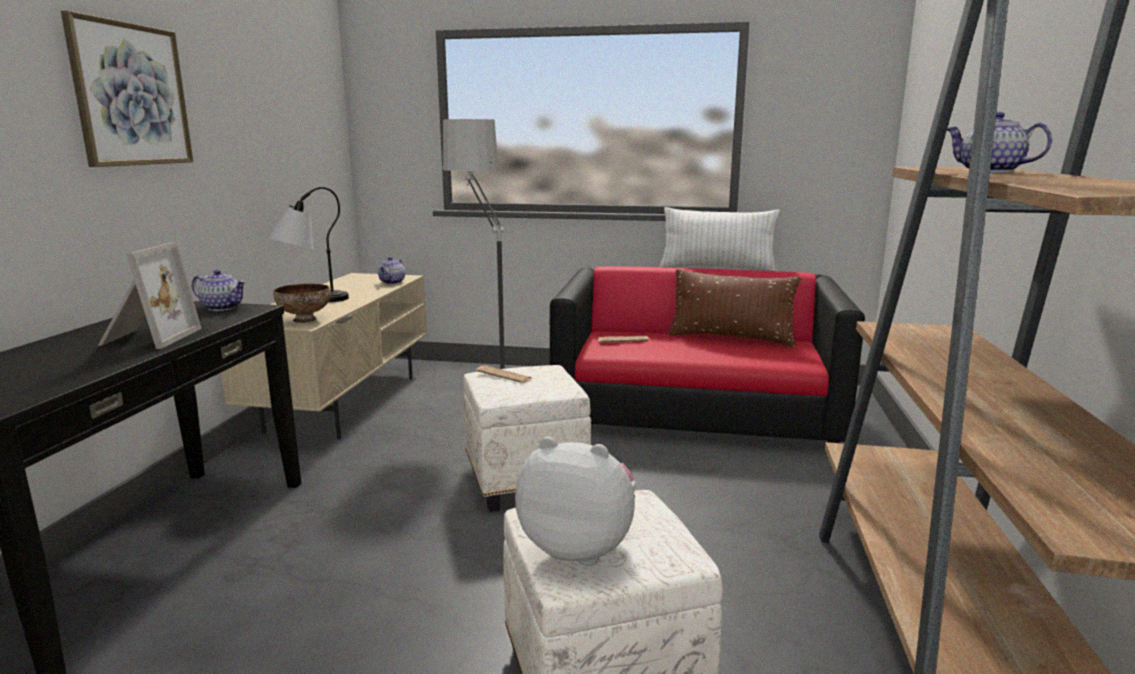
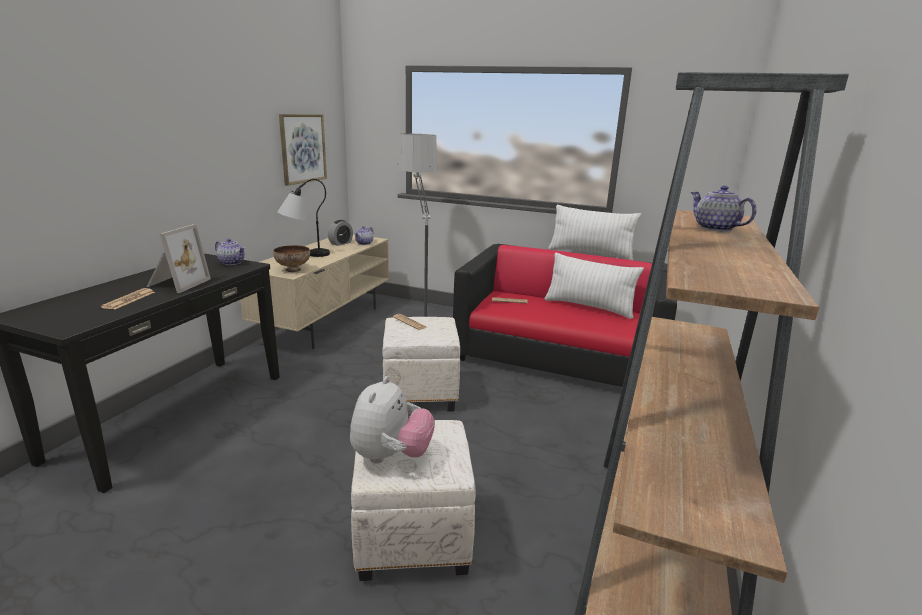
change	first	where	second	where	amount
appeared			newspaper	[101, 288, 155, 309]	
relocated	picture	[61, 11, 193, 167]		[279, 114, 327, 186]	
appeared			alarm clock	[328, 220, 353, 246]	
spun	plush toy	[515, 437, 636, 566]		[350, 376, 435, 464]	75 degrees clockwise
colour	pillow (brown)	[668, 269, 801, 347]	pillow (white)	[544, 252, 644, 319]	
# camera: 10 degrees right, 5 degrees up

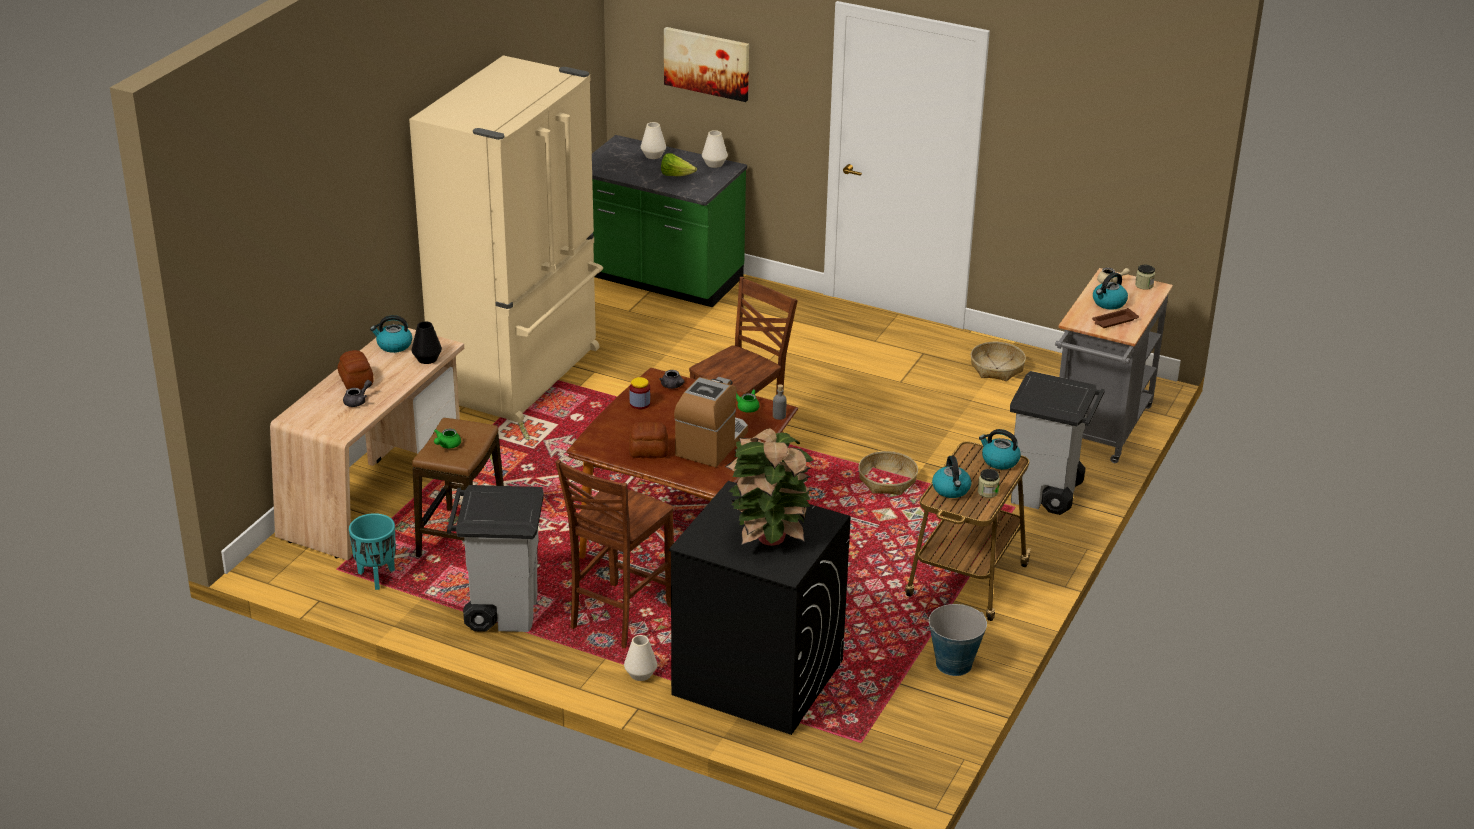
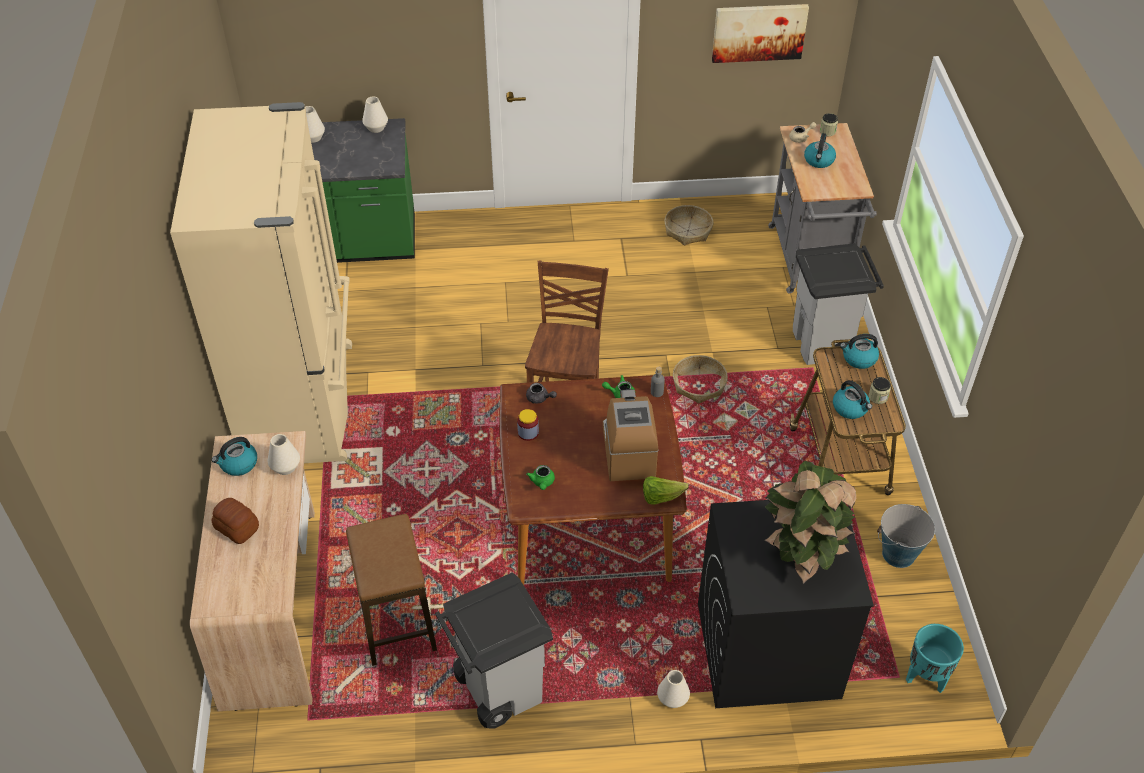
change	first	where	second	where	amount
colour	vase (black)	[412, 321, 442, 364]	vase (white)	[268, 434, 300, 475]	
relocated	teapot (green)	[434, 429, 461, 448]		[526, 465, 555, 490]	
relocated	lettuce	[661, 153, 697, 176]		[643, 476, 689, 505]	
relocated	picture	[664, 27, 749, 102]		[712, 4, 809, 63]	
relocated	planter (turquoise)	[349, 513, 396, 590]		[906, 624, 964, 693]	
missing	teapot (grey)	[343, 380, 372, 407]			
missing	chair (brown)	[555, 460, 674, 648]			
missing	bread	[629, 422, 668, 458]			
missing	tray (brown)	[1092, 308, 1139, 328]			
# camera: 30 degrees left, 15 degrees up

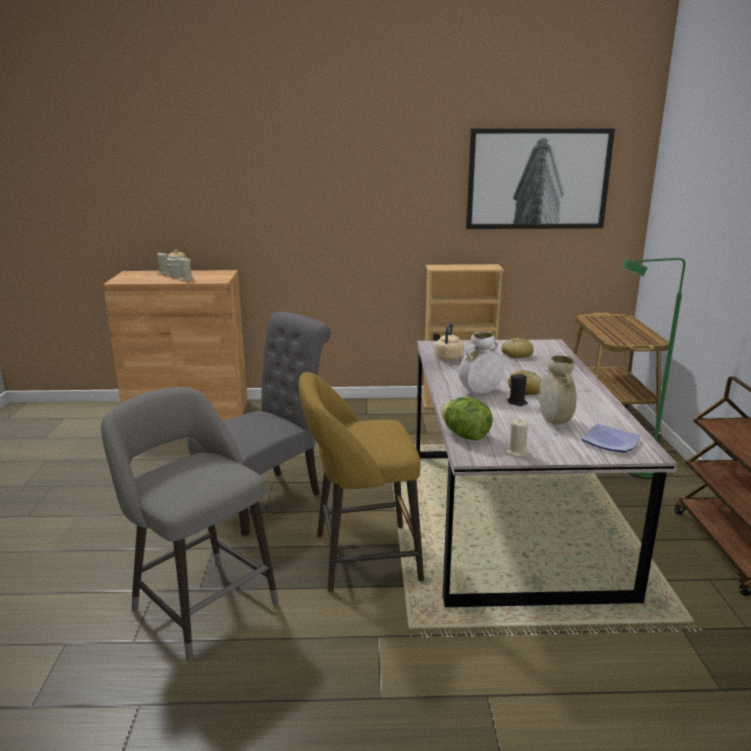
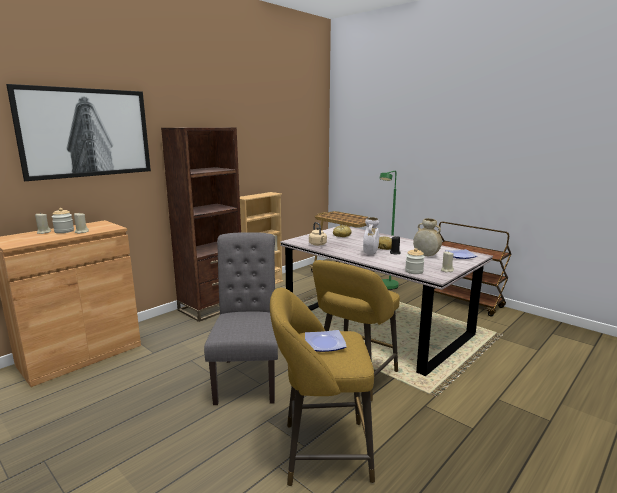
change	first	where	second	where	amount
relocated	picture	[466, 128, 615, 229]		[6, 84, 151, 181]	
appeared			bookcase (brown)	[161, 127, 241, 322]	
colour	stool (grey)	[101, 387, 279, 661]	stool (yellow)	[270, 287, 375, 486]	
appeared			plate	[305, 330, 347, 352]	
exchanged	lettuce	[441, 397, 493, 440]	jar	[405, 248, 425, 274]	
# camera: 45 degrees left, 5 degrees down

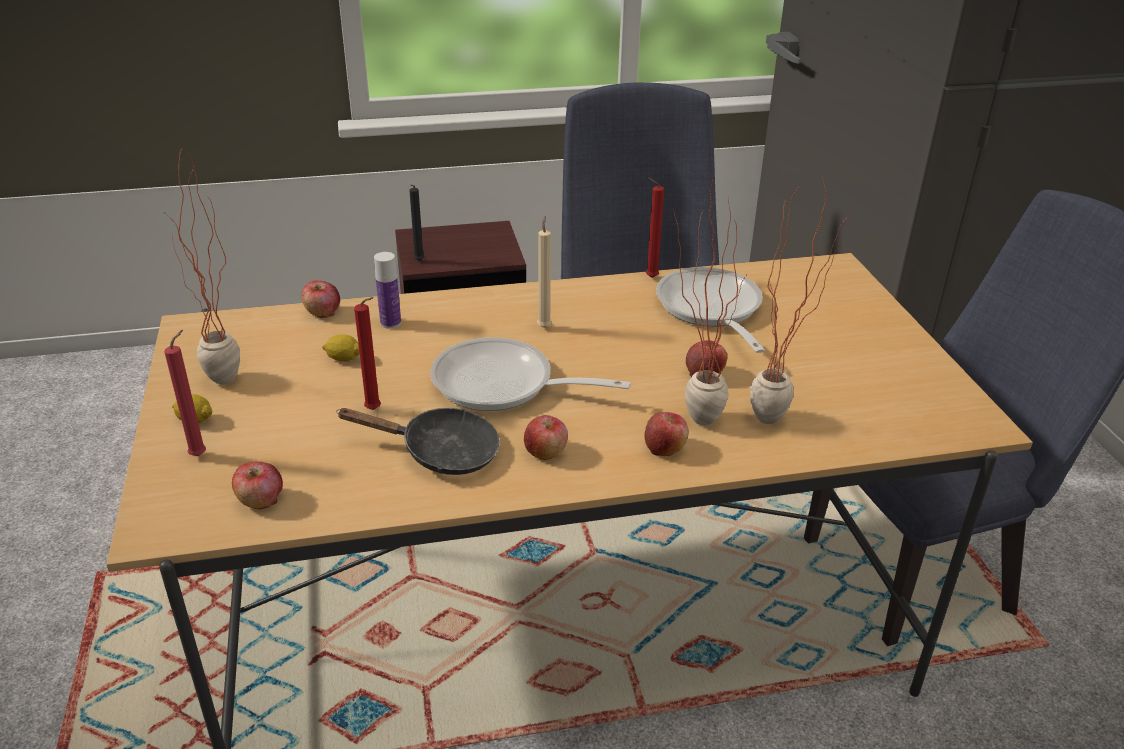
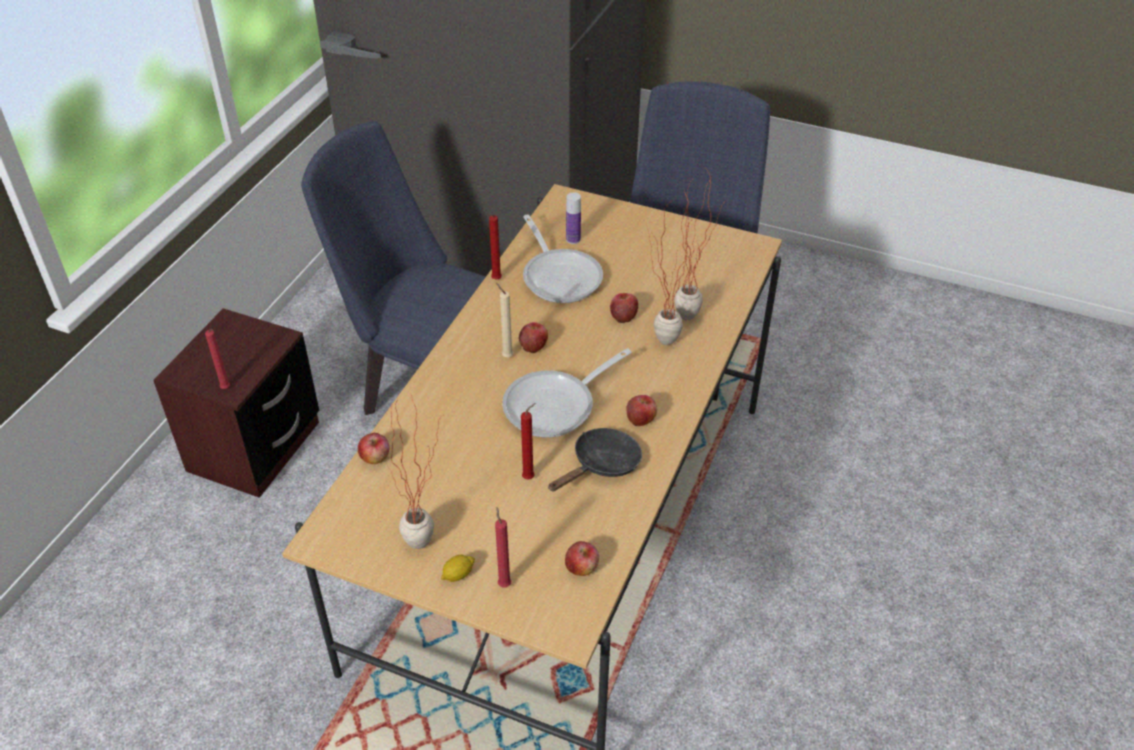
change	first	where	second	where	amount
colour	candle (black)	[409, 184, 424, 261]	candle (red)	[205, 329, 230, 389]	
relocated	apple	[645, 412, 689, 456]		[519, 322, 548, 353]	
spun	frying pan	[656, 267, 765, 353]		[523, 215, 603, 303]	135 degrees counterclockwise
relocated	bottle	[374, 252, 401, 329]		[566, 192, 581, 244]	
missing	lemon	[322, 335, 360, 362]			
# camera: 55 degrees left, 10 degrees up

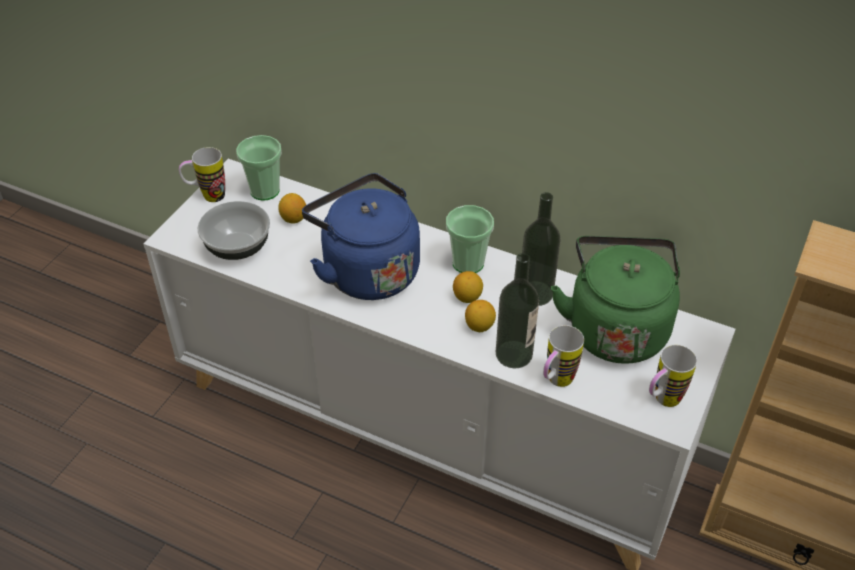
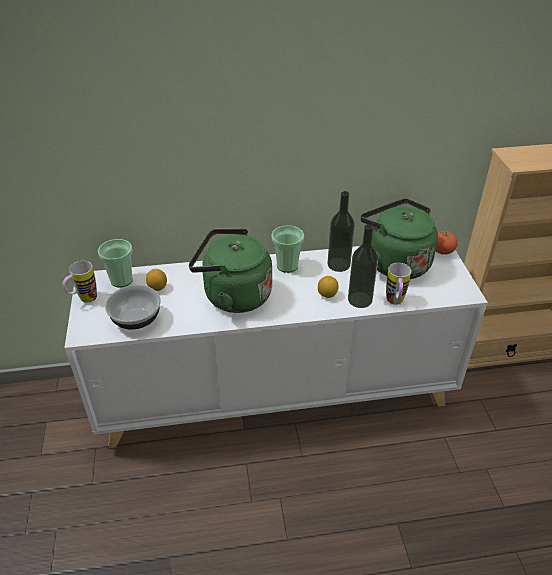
change	first	where	second	where	amount
colour	kettle (blue)	[302, 173, 420, 300]	kettle (green)	[189, 229, 272, 313]	
appeared			tomato	[436, 230, 458, 255]	
missing	lemon	[453, 271, 483, 303]			
missing	mug	[649, 345, 697, 407]			
# camera: 35 degrees left, 5 degrees down

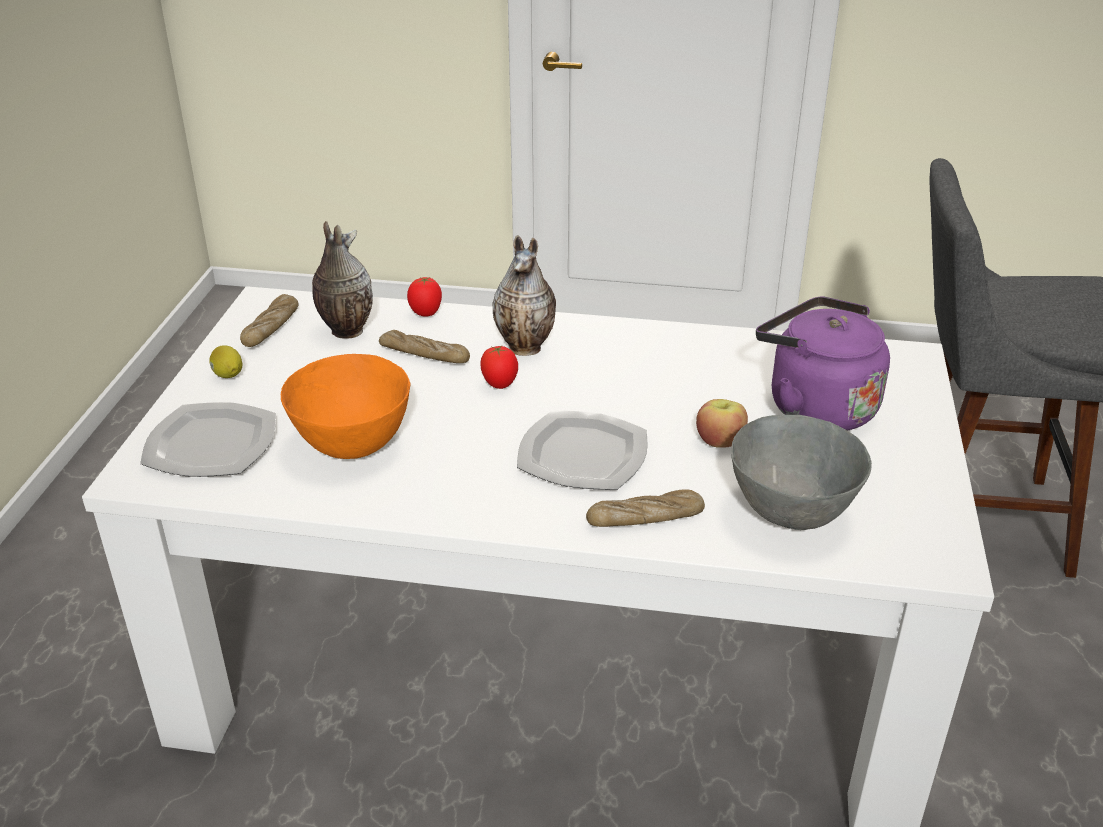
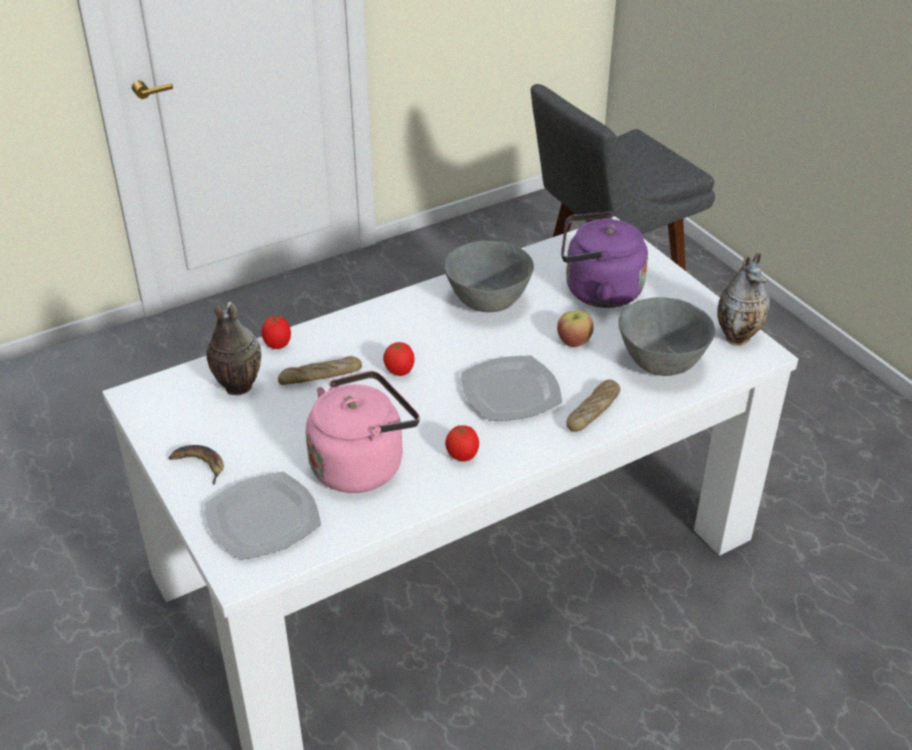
change	first	where	second	where	amount
exchanged	lemon	[210, 345, 242, 378]	banana	[169, 445, 224, 485]	
exchanged	bowl (orange)	[281, 354, 411, 459]	kettle (pink)	[306, 371, 420, 493]	
appeared			bowl (grey)	[445, 240, 534, 312]	
appeared			tomato	[445, 425, 479, 462]	
relocated	vase	[492, 235, 556, 356]		[717, 252, 770, 346]	
missing	bread	[240, 294, 299, 347]			
# camera: 40 degrees left, 5 degrees up

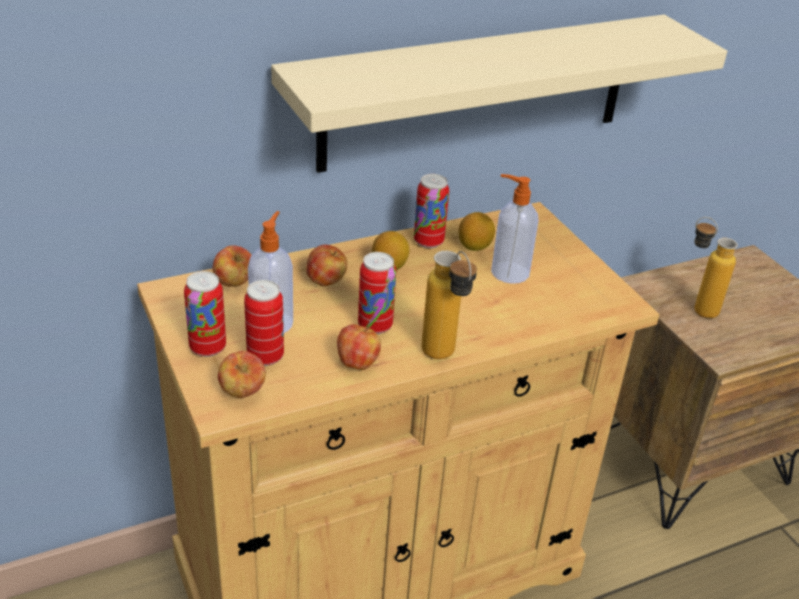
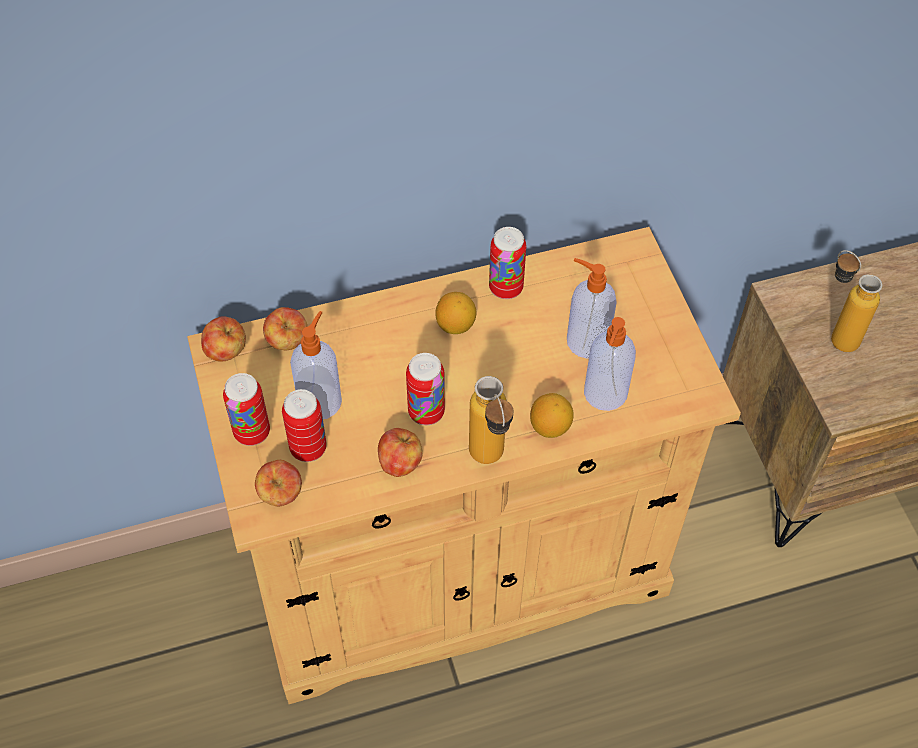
change	first	where	second	where	amount
relocated	apple	[306, 244, 347, 286]		[201, 316, 246, 362]	
relocated	lemon	[459, 212, 495, 251]		[530, 393, 574, 438]	
appeared			soap dispenser	[584, 317, 636, 411]	
missing	shelf (beige)	[271, 15, 727, 173]			
# camera: 10 degrees right, 20 degrees up

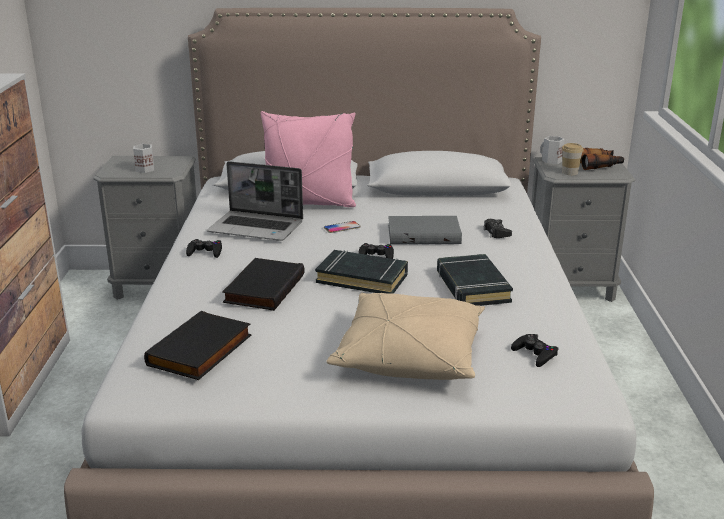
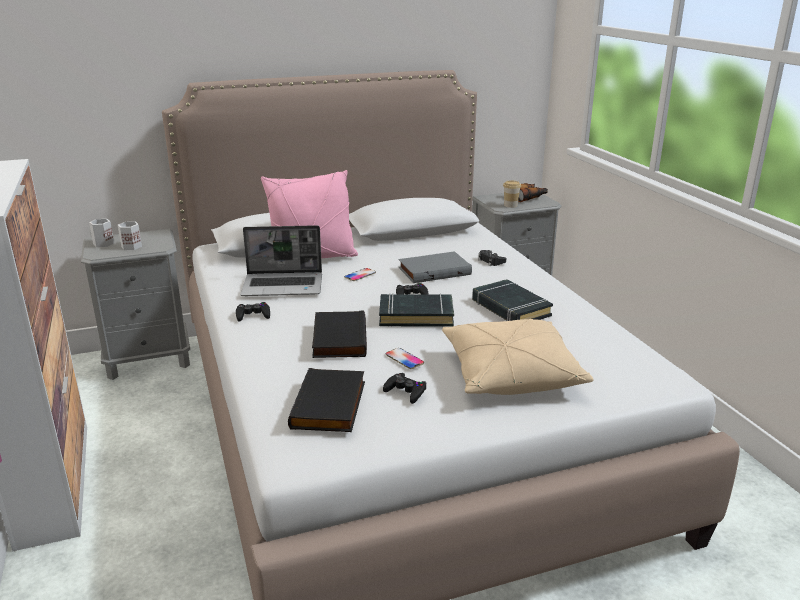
change	first	where	second	where	amount
relocated	mug (white)	[540, 136, 565, 164]		[89, 219, 114, 247]	
relocated	game controller (black)	[511, 334, 558, 367]		[383, 373, 427, 404]	
appeared			phone	[386, 348, 424, 369]	
# camera: 20 degrees left, 0 degrees up

